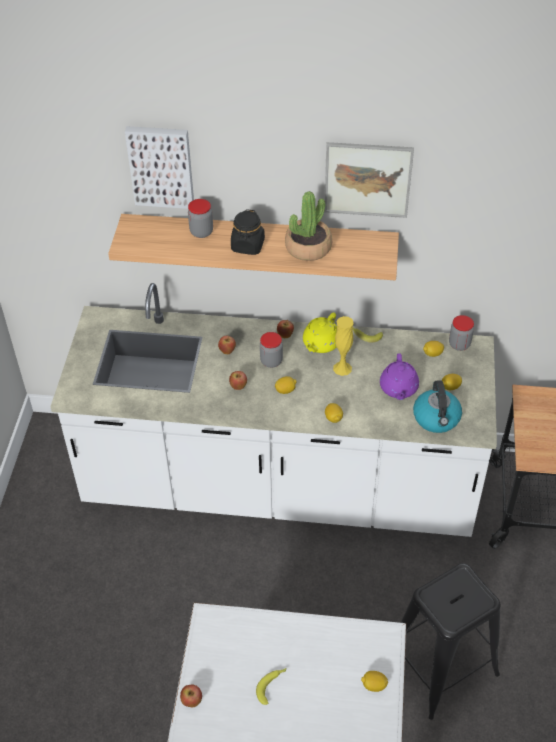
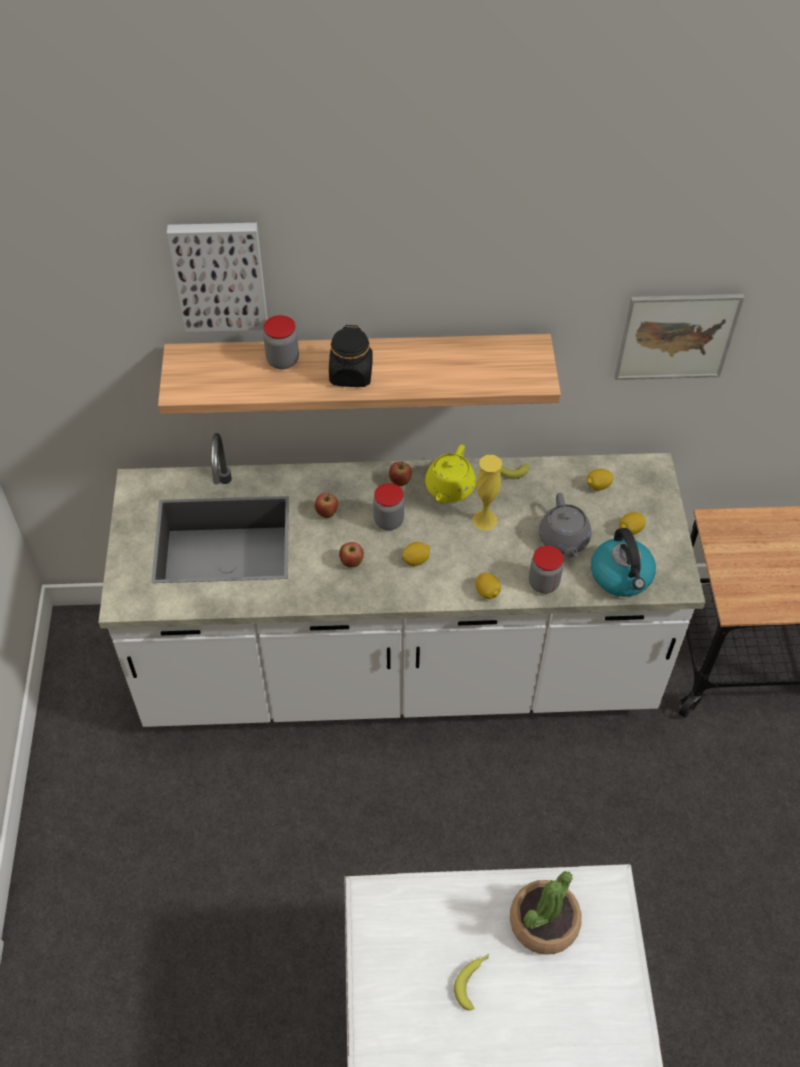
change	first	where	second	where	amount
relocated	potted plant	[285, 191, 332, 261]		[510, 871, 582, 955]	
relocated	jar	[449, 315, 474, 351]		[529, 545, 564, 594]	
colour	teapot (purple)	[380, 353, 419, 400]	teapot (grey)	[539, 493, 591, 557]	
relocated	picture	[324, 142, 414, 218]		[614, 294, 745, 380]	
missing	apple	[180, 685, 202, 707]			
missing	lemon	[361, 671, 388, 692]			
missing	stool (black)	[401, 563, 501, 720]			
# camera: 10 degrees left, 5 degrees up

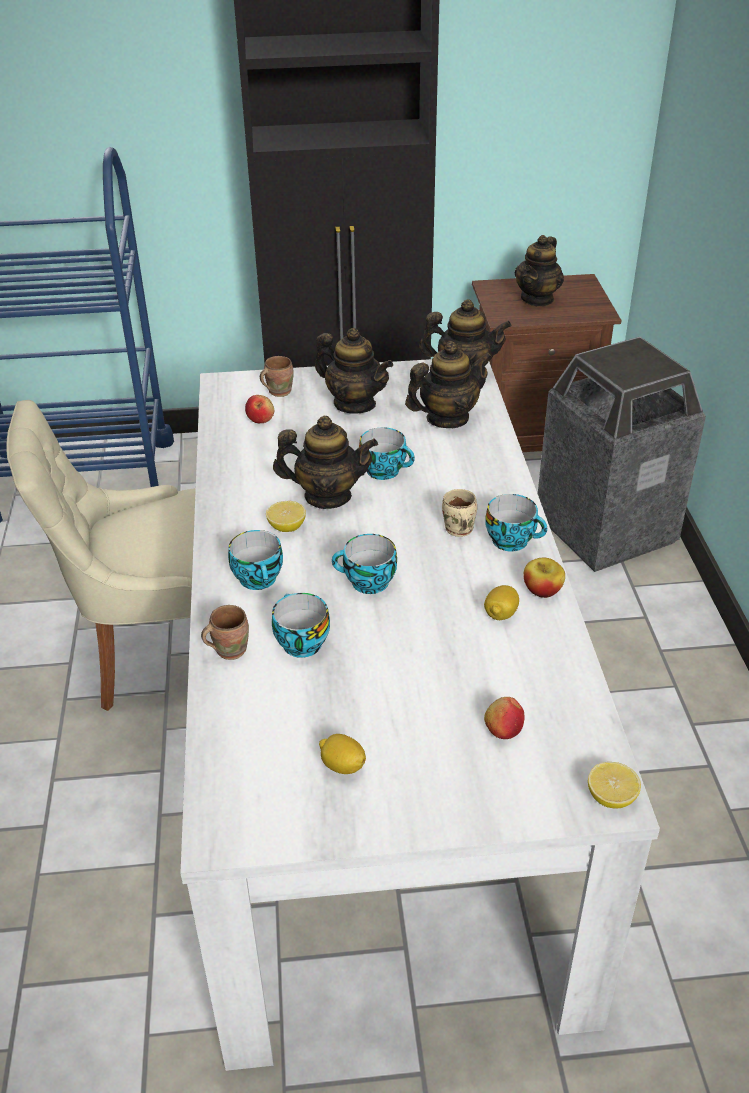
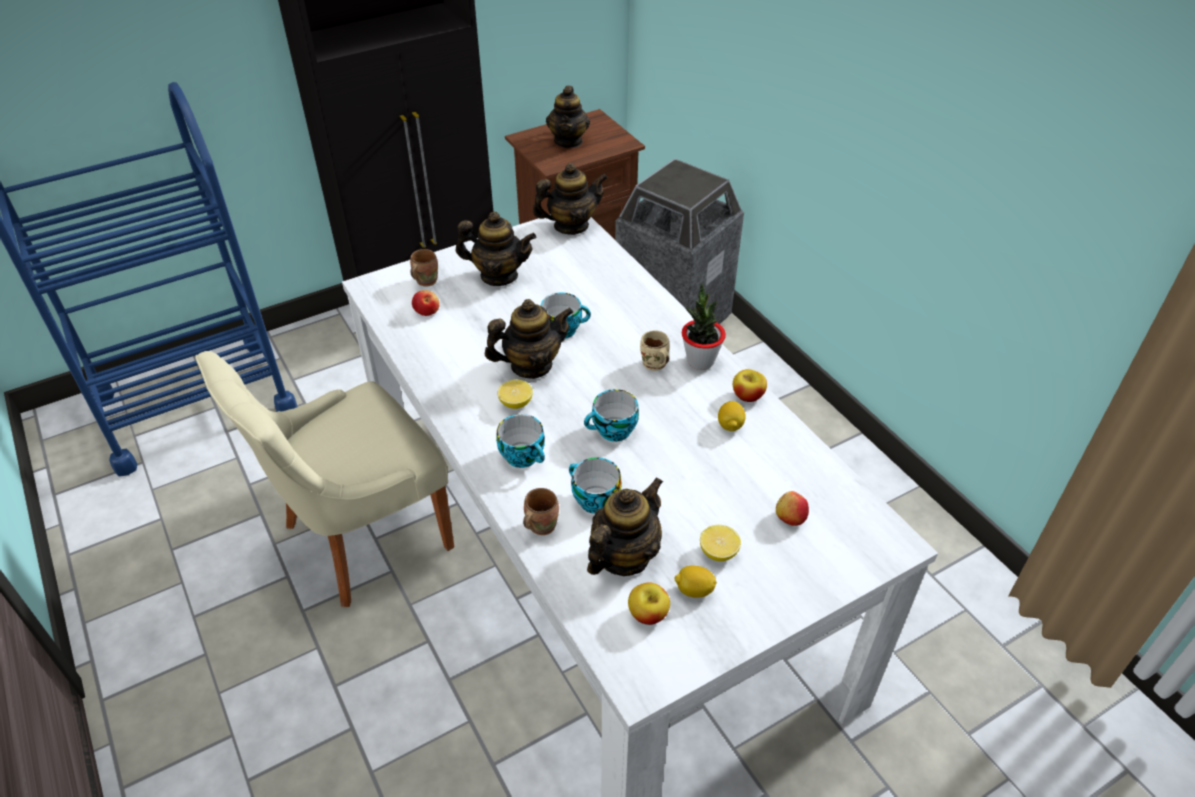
change	first	where	second	where	amount
relocated	teapot	[405, 341, 492, 428]		[587, 477, 663, 576]	
appeared			apple	[628, 582, 670, 625]	
exchanged	cup	[485, 494, 547, 552]	potted plant	[682, 283, 726, 370]	
relocated	lemon	[588, 762, 641, 808]		[700, 525, 741, 561]	
# camera: 25 degrees left, 5 degrees up

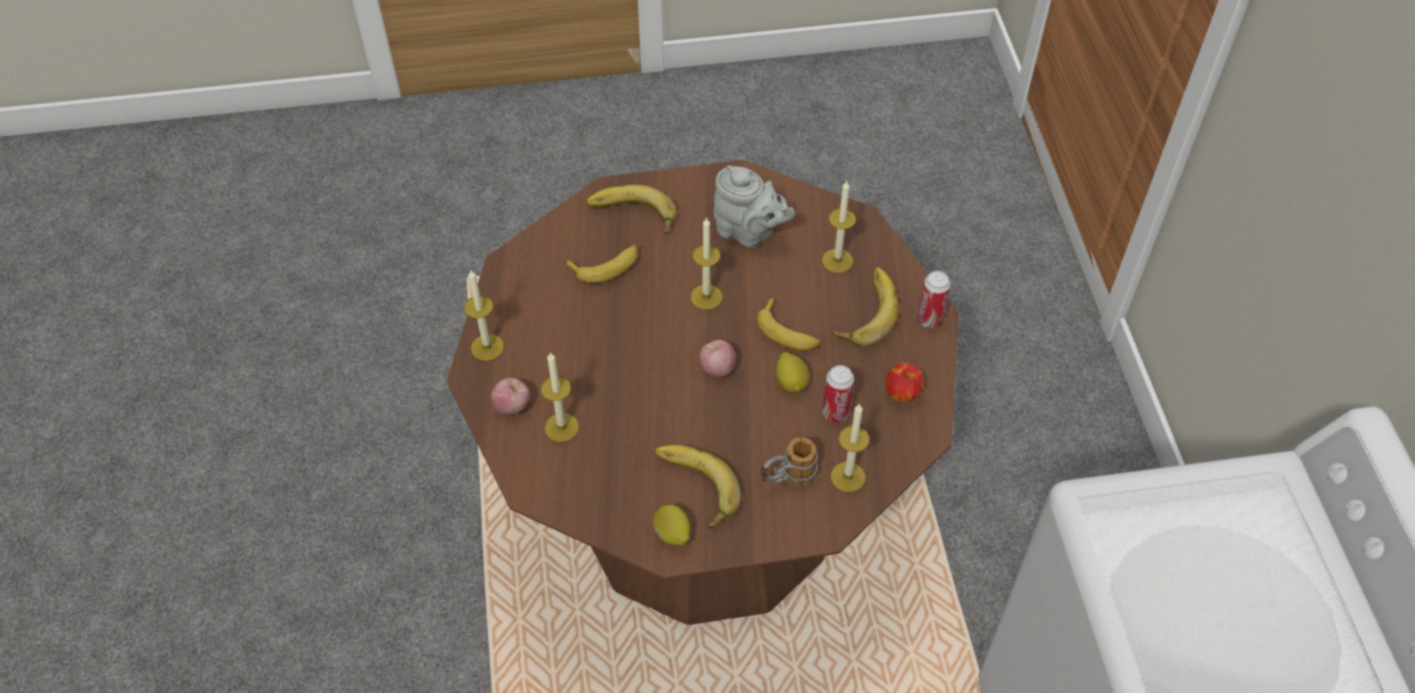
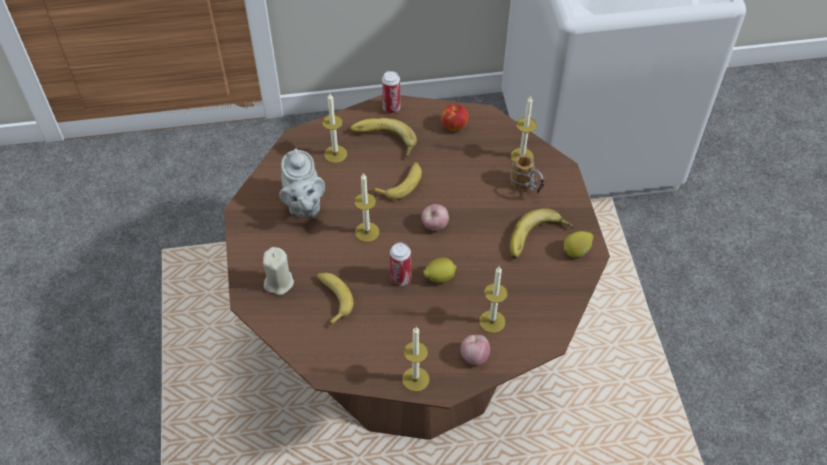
change	first	where	second	where	amount
exchanged	banana	[586, 184, 677, 235]	candle (beige)	[263, 247, 294, 295]	
spun	teapot (grey)	[714, 165, 795, 248]		[279, 148, 325, 217]	135 degrees clockwise
relocated	can	[822, 365, 854, 423]		[390, 242, 411, 286]	
relocated	lemon	[776, 352, 809, 393]		[423, 258, 457, 283]	
# camera: 90 degrees left, 0 degrees up

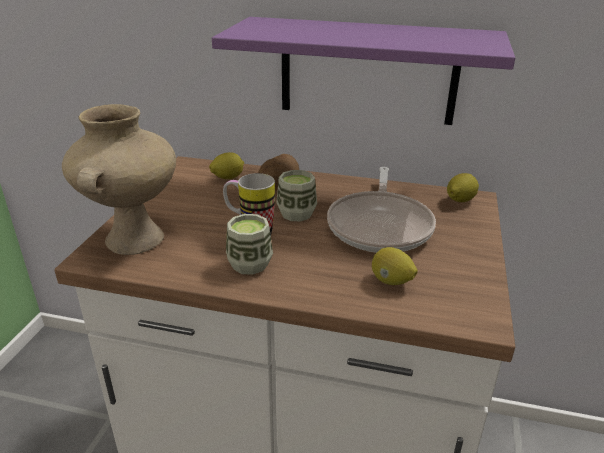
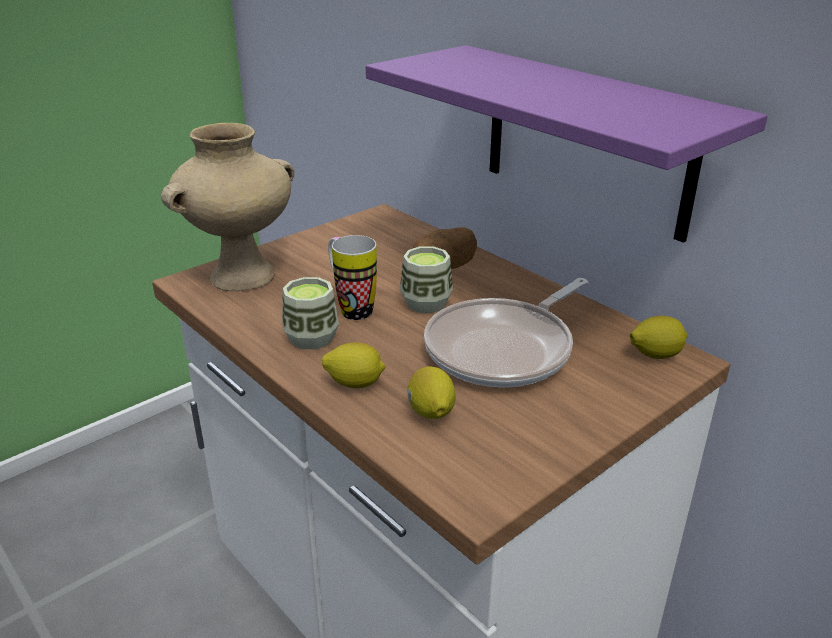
change	first	where	second	where	amount
relocated	lemon	[209, 152, 244, 179]		[322, 342, 385, 388]	
# camera: 35 degrees right, 0 degrees up

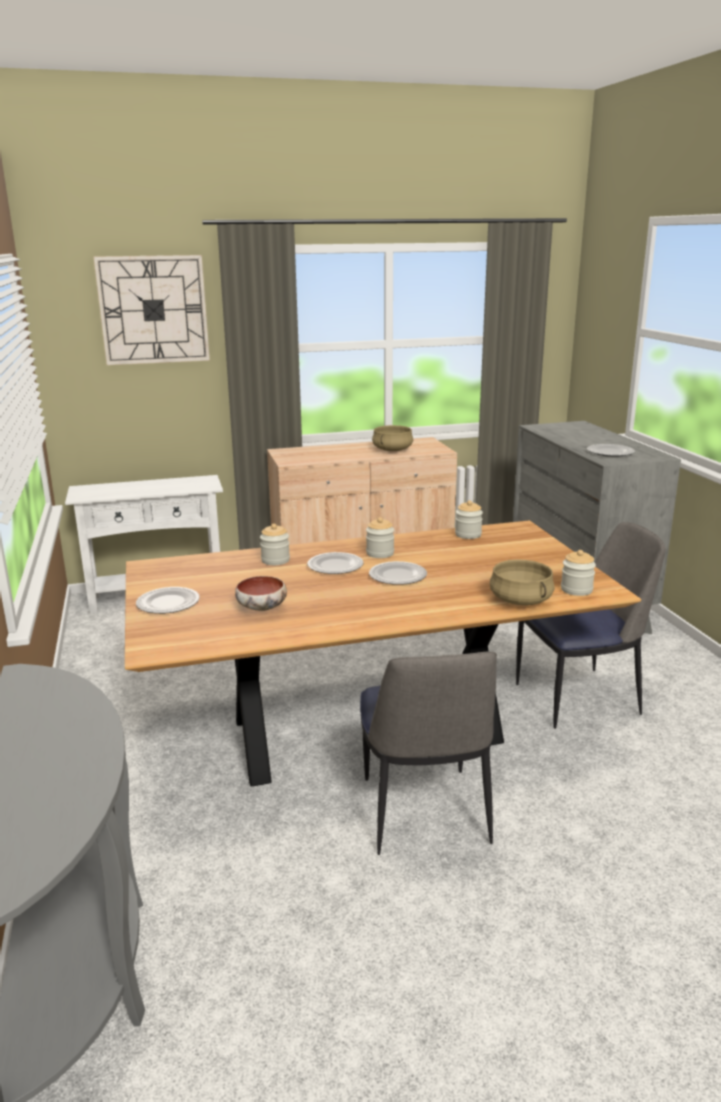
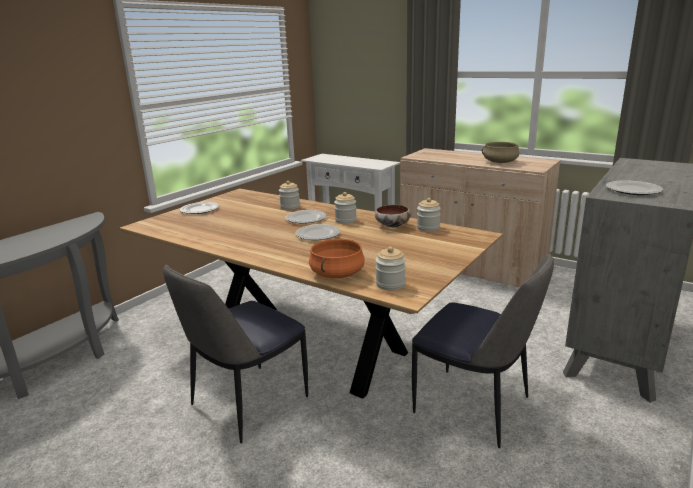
change	first	where	second	where	amount
colour	cooking pot (beige)	[490, 559, 555, 605]	cooking pot (orange)	[309, 239, 364, 278]	
relocated	bowl	[235, 576, 287, 611]		[375, 205, 411, 228]	
missing	wall clock	[94, 255, 210, 365]			
# camera: 50 degrees right, 0 degrees up

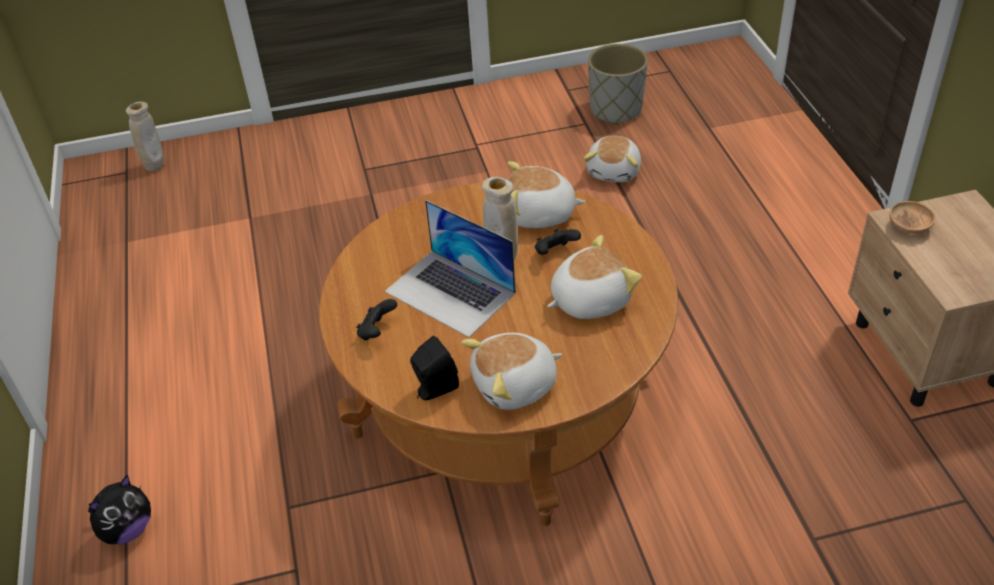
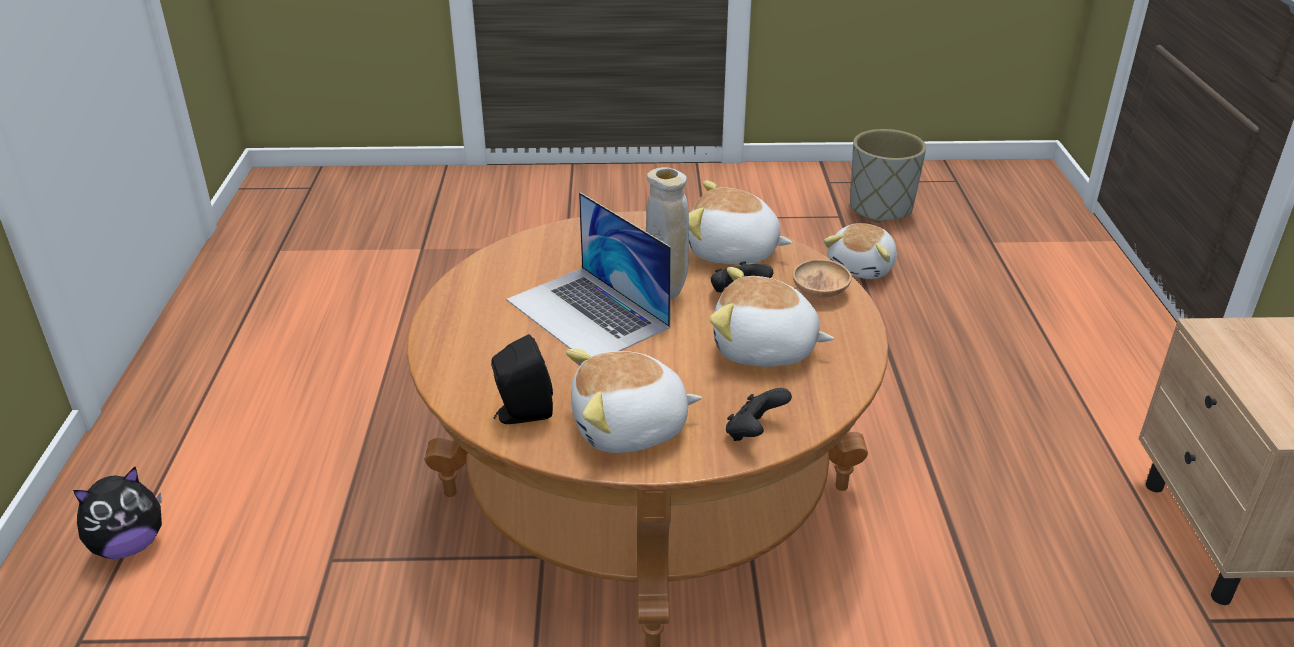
change	first	where	second	where	amount
spun	plush toy	[547, 235, 642, 319]		[710, 267, 834, 367]	150 degrees counterclockwise
relocated	game controller (black)	[356, 299, 397, 340]		[726, 388, 792, 441]	
relocated	bowl (brown)	[889, 201, 935, 234]		[793, 259, 852, 298]	
missing	vase (beige)	[126, 102, 164, 171]			
# camera: 10 degrees right, 10 degrees down

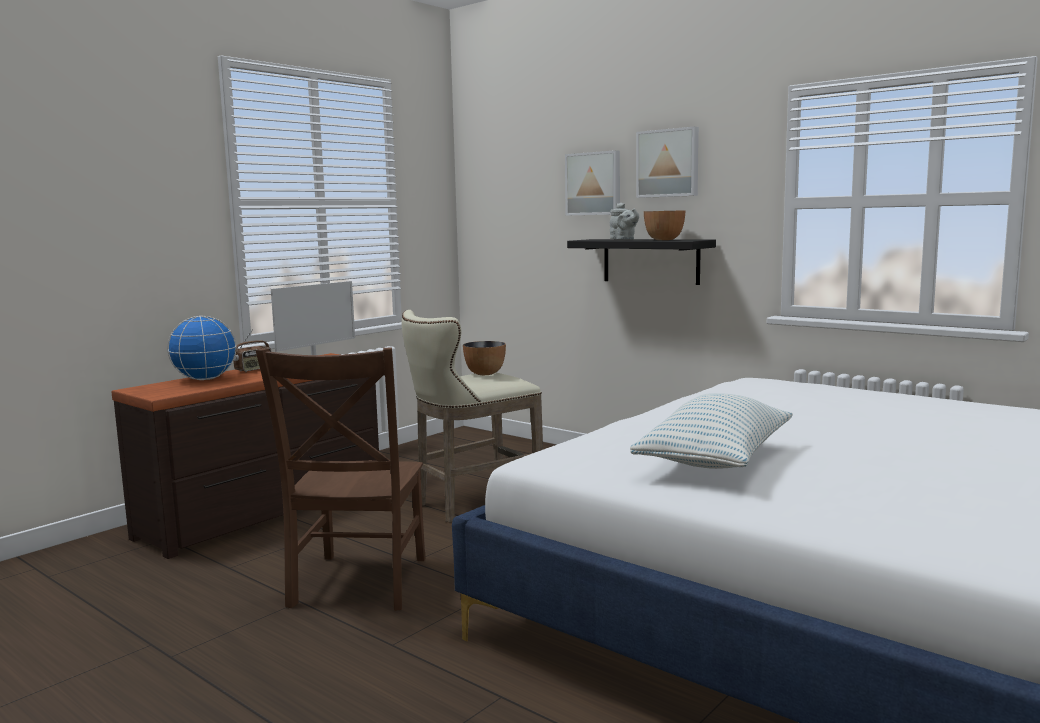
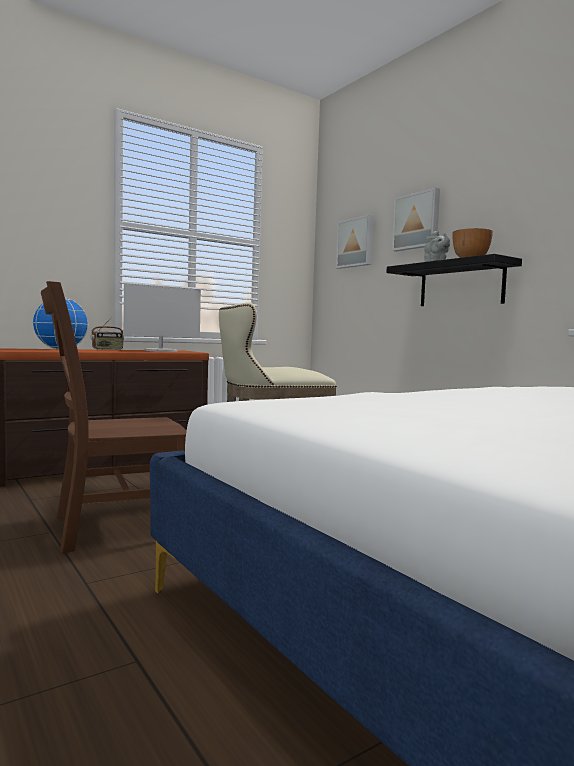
change	first	where	second	where	amount
spun	chair (brown)	[256, 347, 426, 611]		[41, 281, 187, 554]	45 degrees clockwise
relocated	picture	[636, 126, 699, 198]		[336, 214, 374, 269]	
missing	bowl	[463, 341, 506, 375]			
missing	pillow	[630, 393, 793, 469]			
# camera: 15 degrees right, 5 degrees down

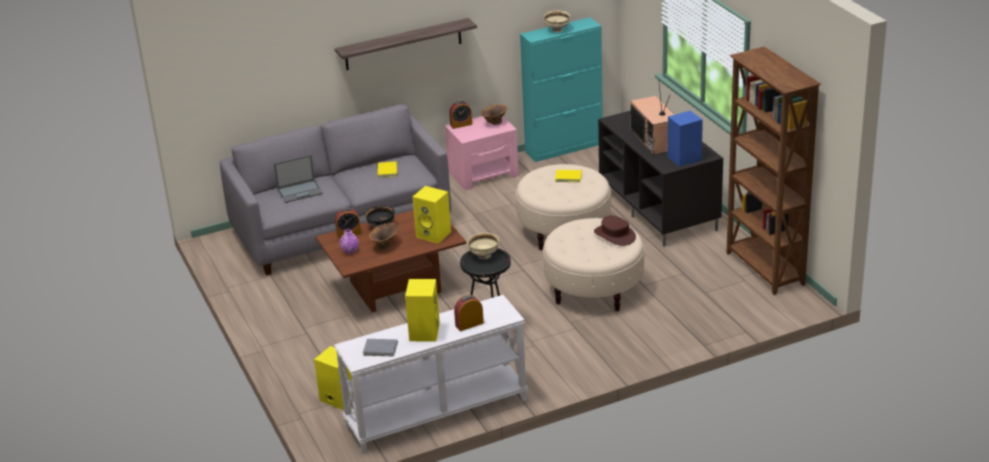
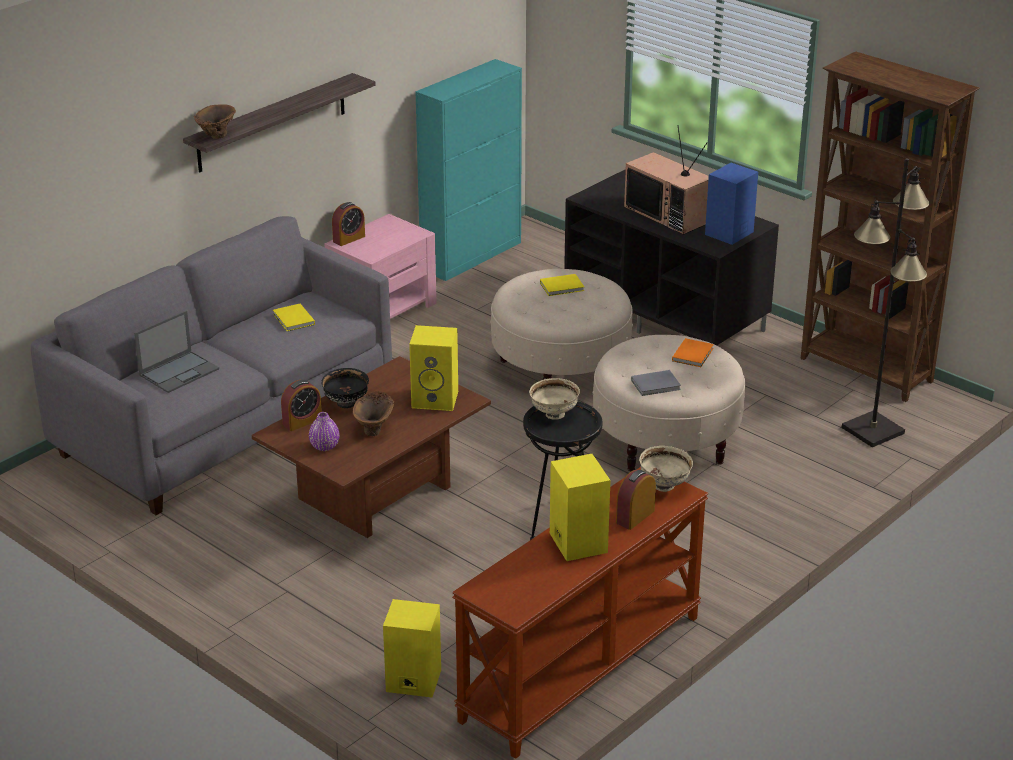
change	first	where	second	where	amount
relocated	vase (brown)	[481, 104, 508, 125]		[194, 104, 236, 139]	
colour	console table (white)	[334, 295, 528, 453]	console table (brown)	[452, 467, 709, 759]	
relocated	book (grey)	[363, 339, 398, 356]		[631, 370, 681, 396]	
relocated	bowl (beige)	[544, 10, 570, 32]		[639, 446, 693, 492]	
exchanged	hat (brown)	[594, 215, 636, 246]	book (orange)	[672, 338, 714, 367]	
appeared			floor lamp (black)	[842, 158, 929, 447]	
# camera: 25 degrees left, 0 degrees up

